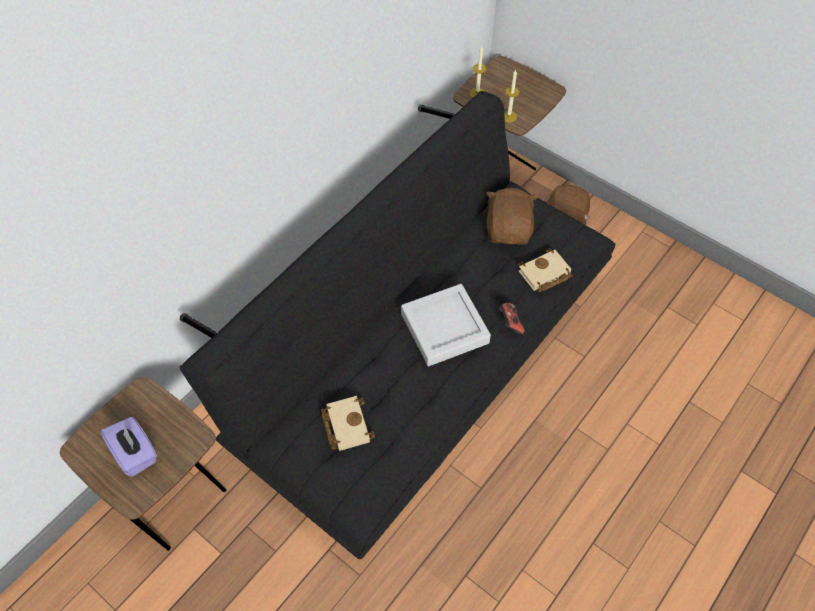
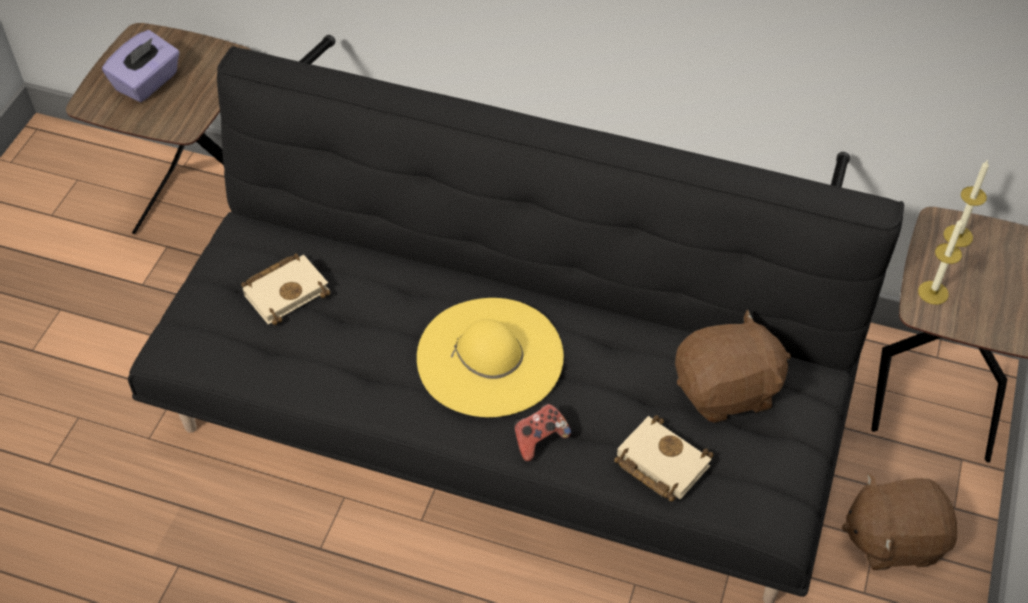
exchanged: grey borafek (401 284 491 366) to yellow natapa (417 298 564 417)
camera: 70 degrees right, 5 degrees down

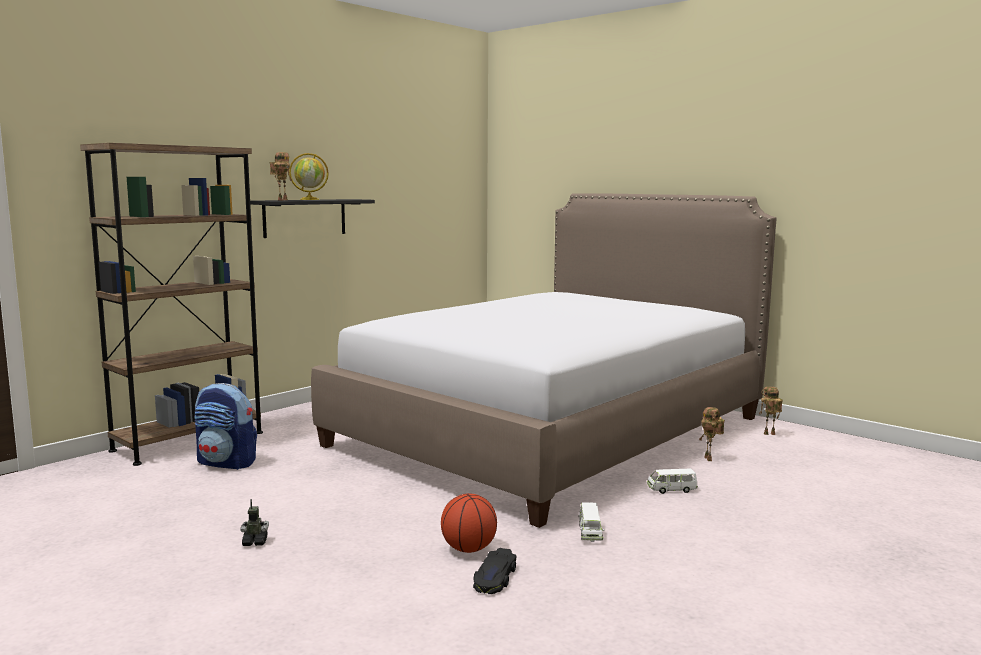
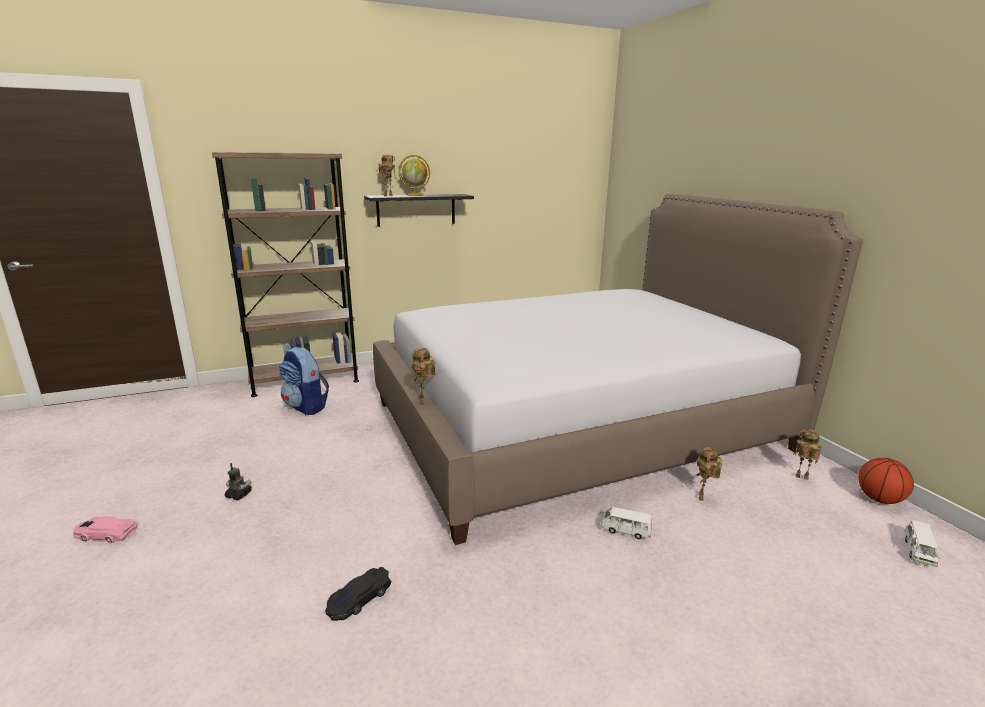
appeared: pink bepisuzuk (73 516 137 544); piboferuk (411 348 436 404)
relocated: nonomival (441 493 497 553) to (858 458 914 504); white bepisuzuk (579 502 604 542) to (905 520 941 567)
camera: 25 degrees right, 10 degrees up

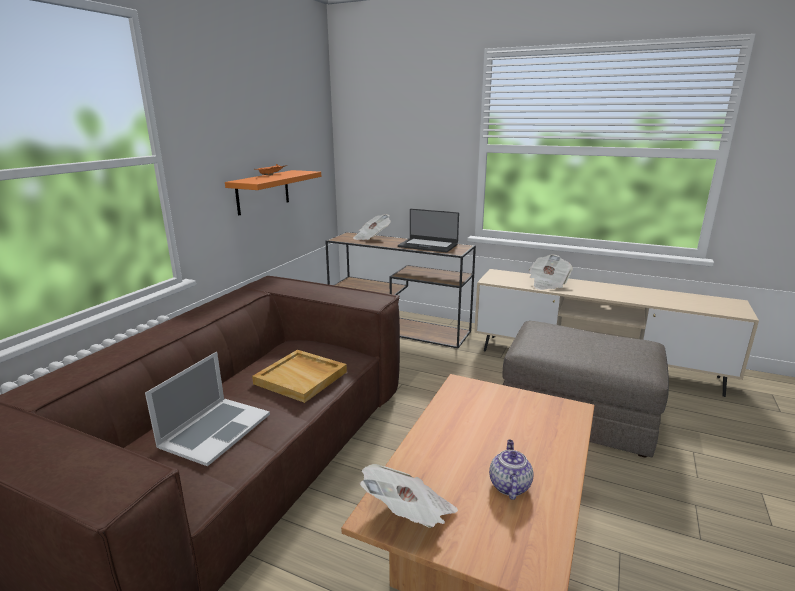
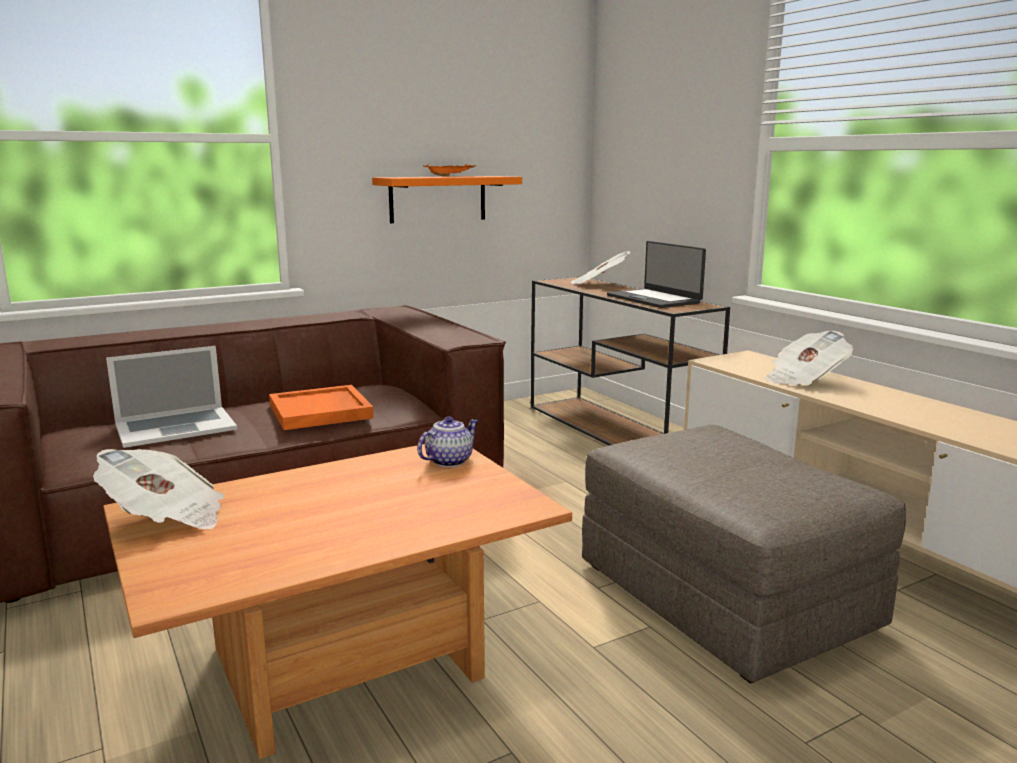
relocated: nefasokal (489 440 534 500) to (417 416 478 467)
colour: beige borafek (252 350 347 403) to orange borafek (269 385 374 430)
camera: 35 degrees right, 5 degrees down

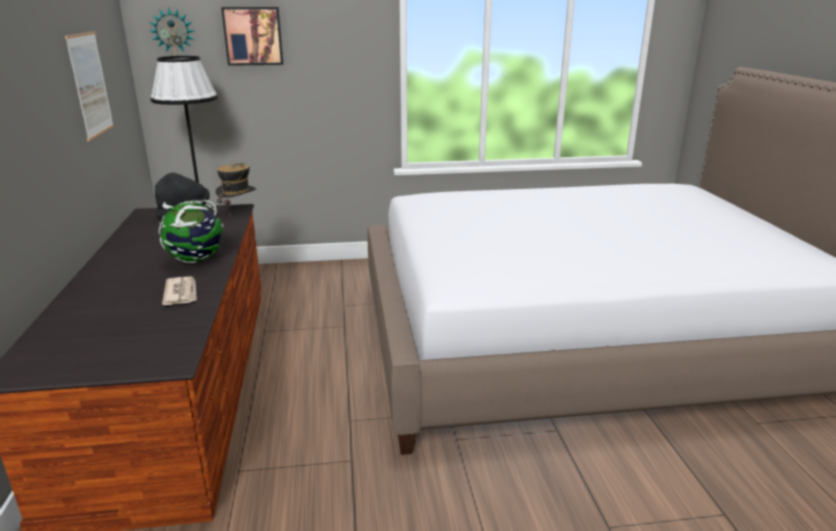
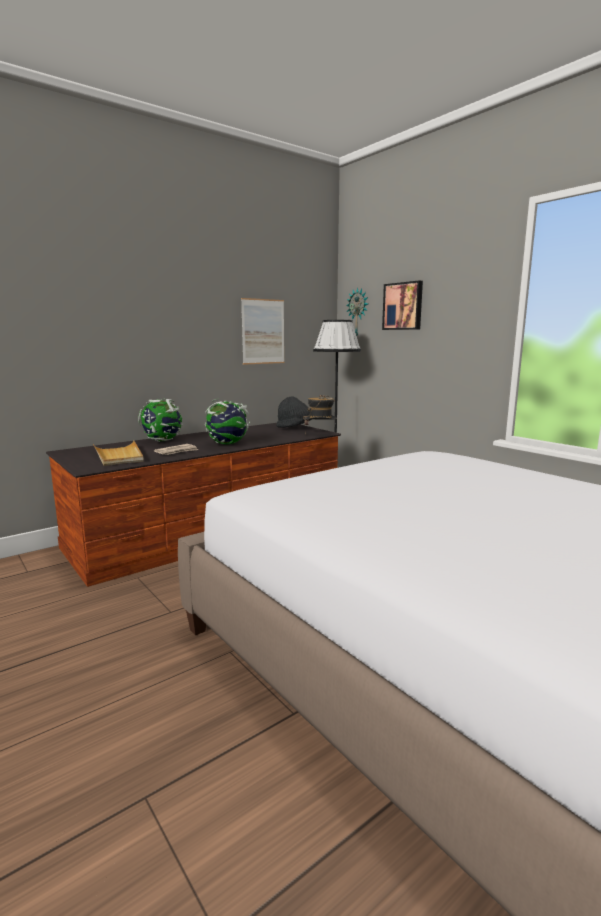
appeared: beige borafek (93 441 144 466); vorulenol (138 398 183 442)
camera: 60 degrees right, 10 degrees down

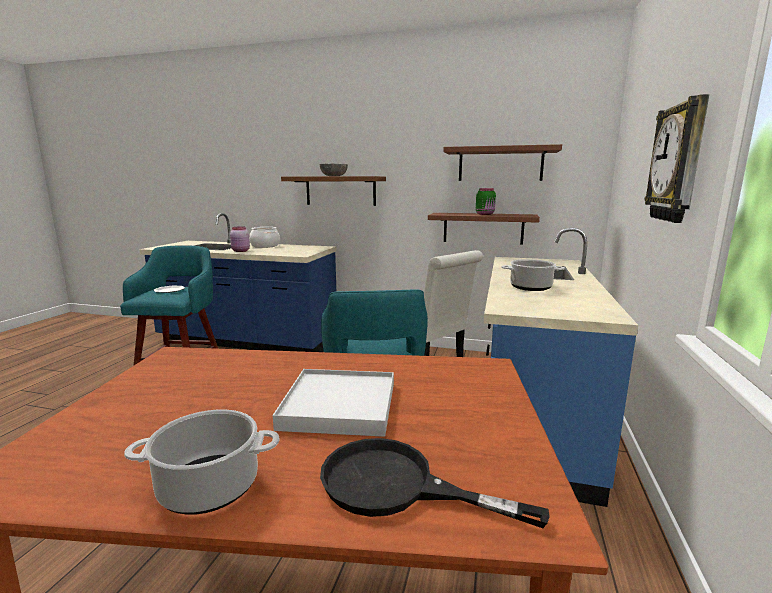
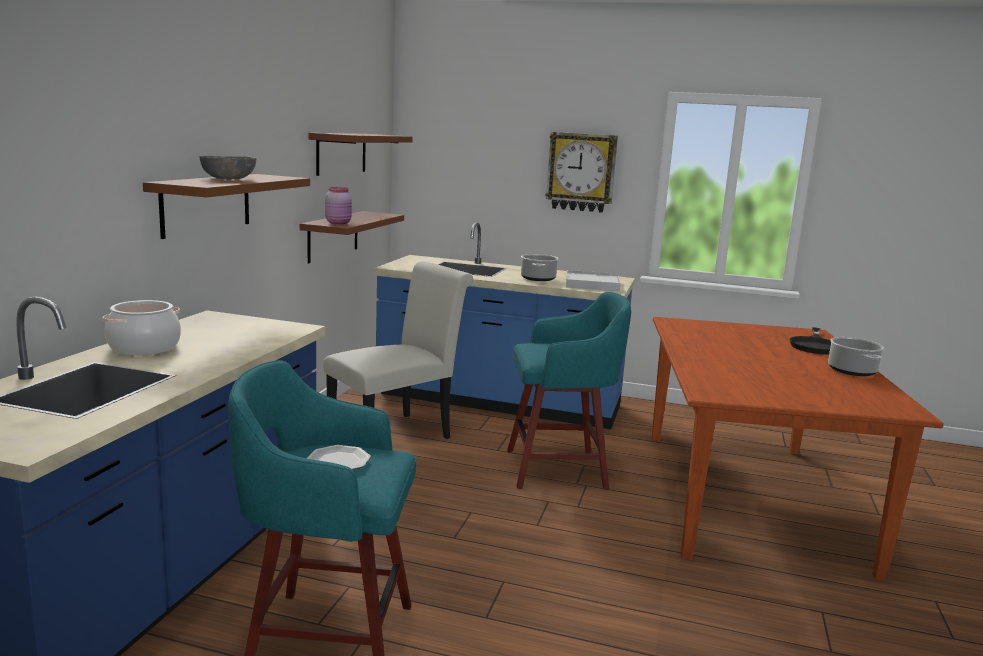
missing: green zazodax (476 188 496 215)
relocated: pink zazodax (230 226 250 252) to (325 187 352 224); white borafek (273 369 394 437) to (566 270 621 291)
camera: 90 degrees left, 0 degrees up

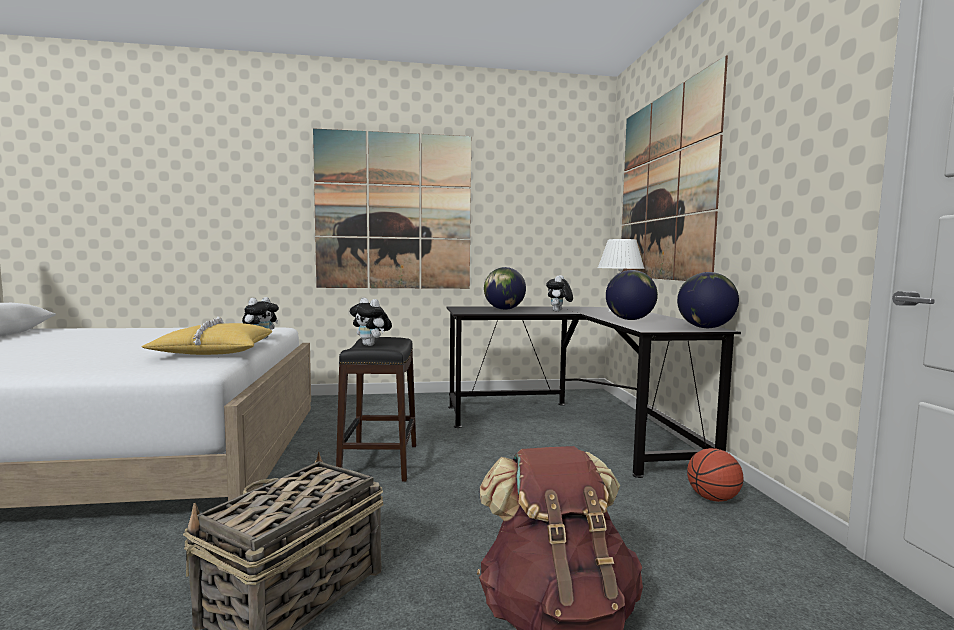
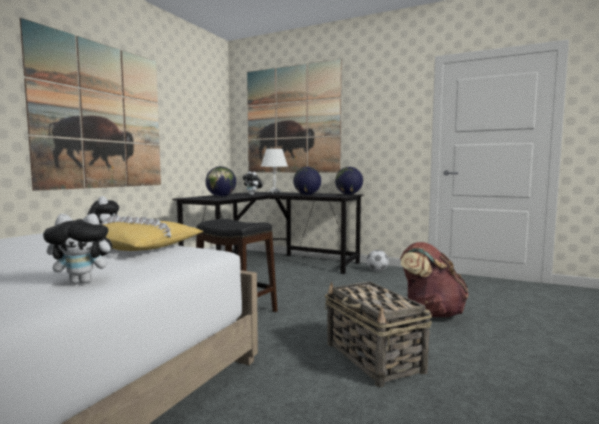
relocated: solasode (350 298 392 346) to (43 214 118 284)
exchanged: nonomival (687 448 743 502) to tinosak (367 250 389 272)
camera: 55 degrees left, 0 degrees up

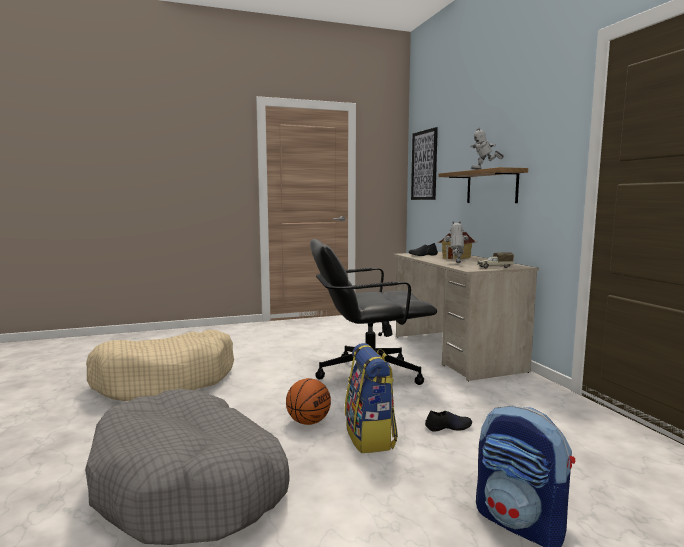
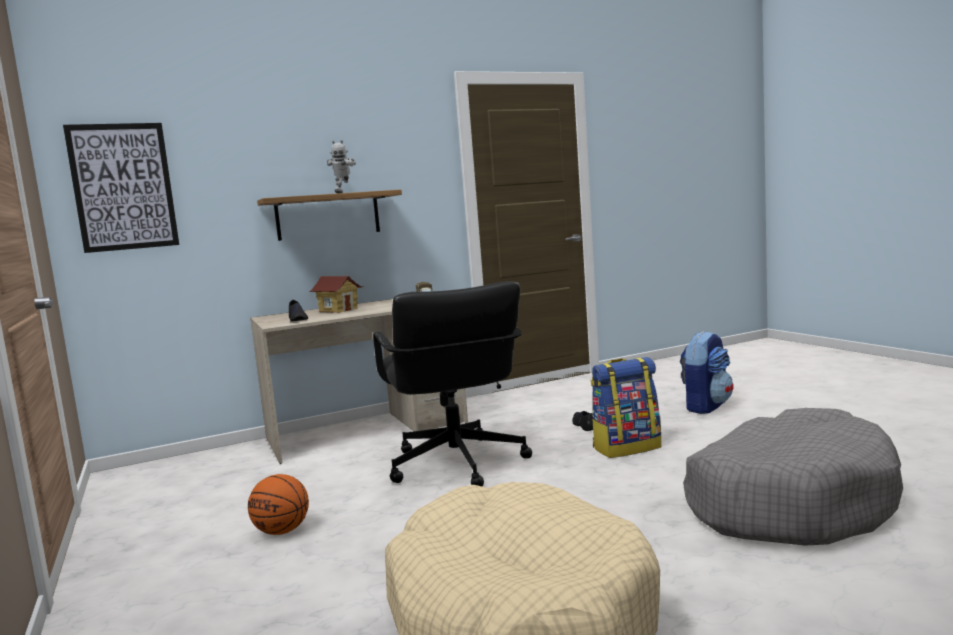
missing: piboferuk (444 221 469 263)
relocated: nonomival (286 378 331 425) to (248 474 309 535)
camera: 95 degrees left, 0 degrees up

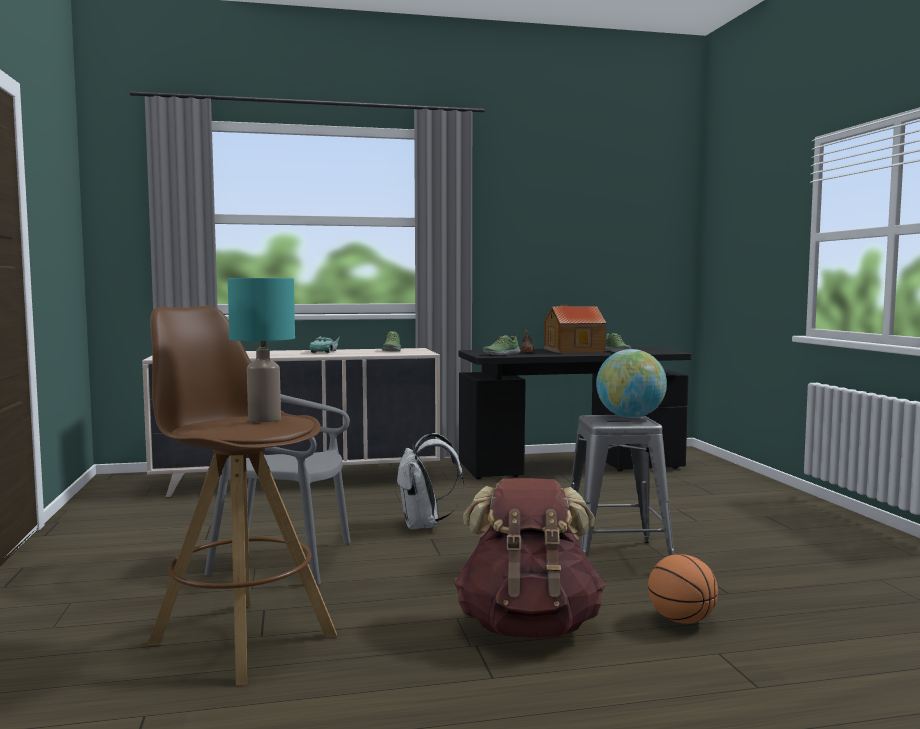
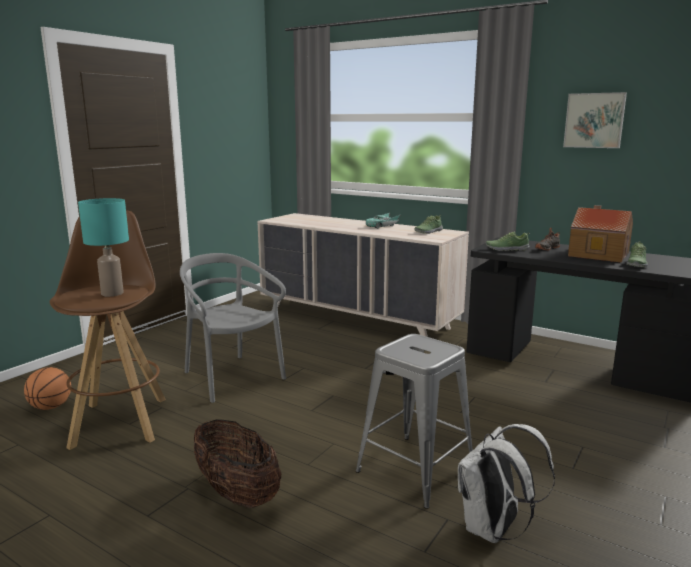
missing: vorulenol (596 349 667 418)
appeared: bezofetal (563 92 627 148)
relocated: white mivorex (396 433 464 530) to (458 424 555 543); nonomival (648 554 718 624) to (24 367 71 410)
exchanged: brown mivorex (454 478 605 639) to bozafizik (194 419 282 508)
camera: 45 degrees right, 10 degrees up

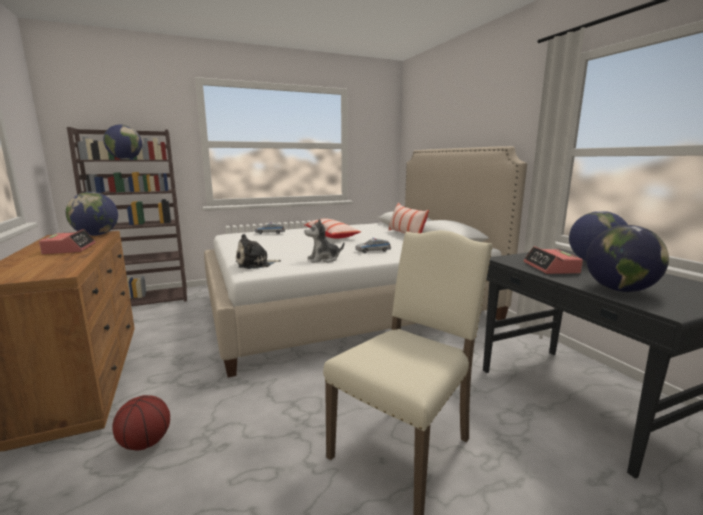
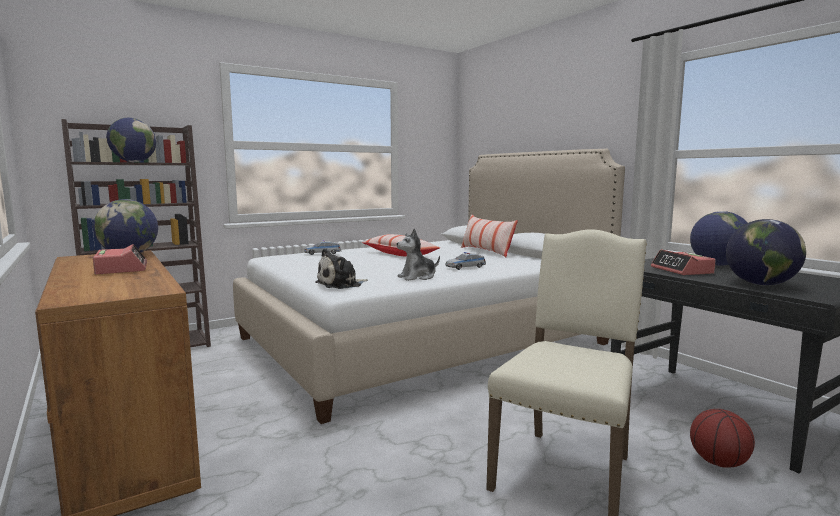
relocated: nonomival (112 395 170 450) to (690 409 755 467)
camera: 10 degrees left, 5 degrees down

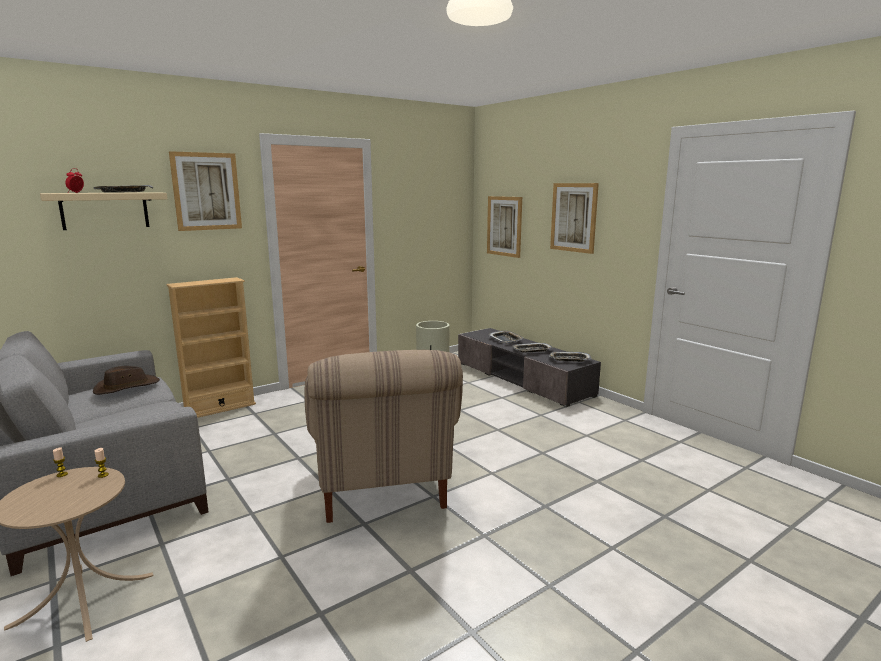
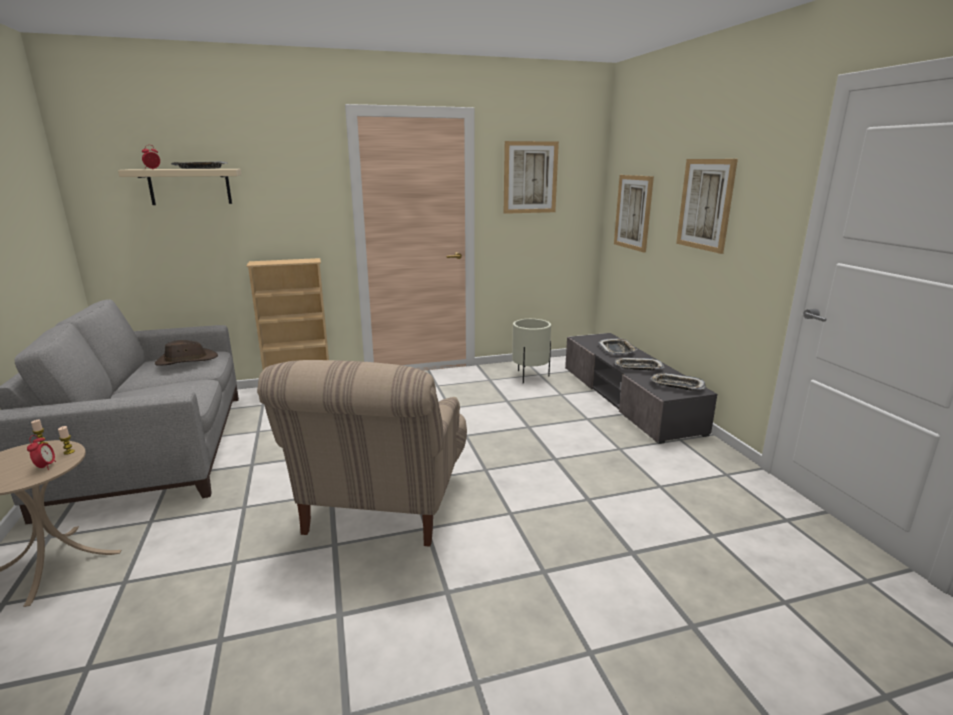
appeared: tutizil (27 435 56 470)
relocated: bezofetal (169 151 242 231) to (504 141 559 214)
camera: 20 degrees right, 5 degrees up

